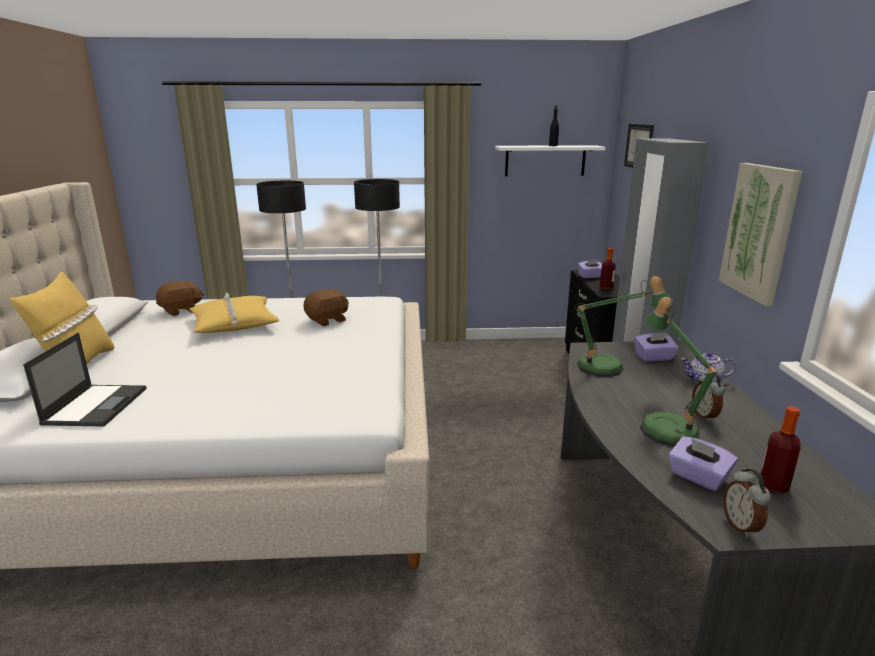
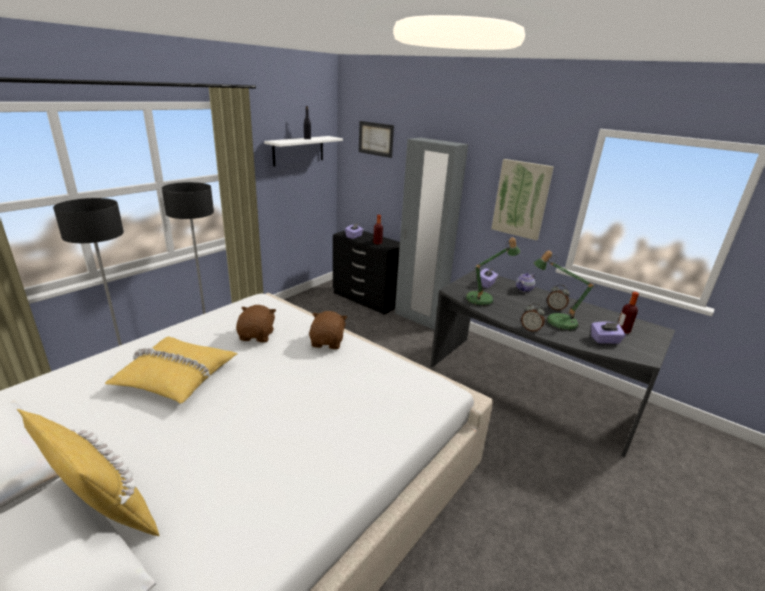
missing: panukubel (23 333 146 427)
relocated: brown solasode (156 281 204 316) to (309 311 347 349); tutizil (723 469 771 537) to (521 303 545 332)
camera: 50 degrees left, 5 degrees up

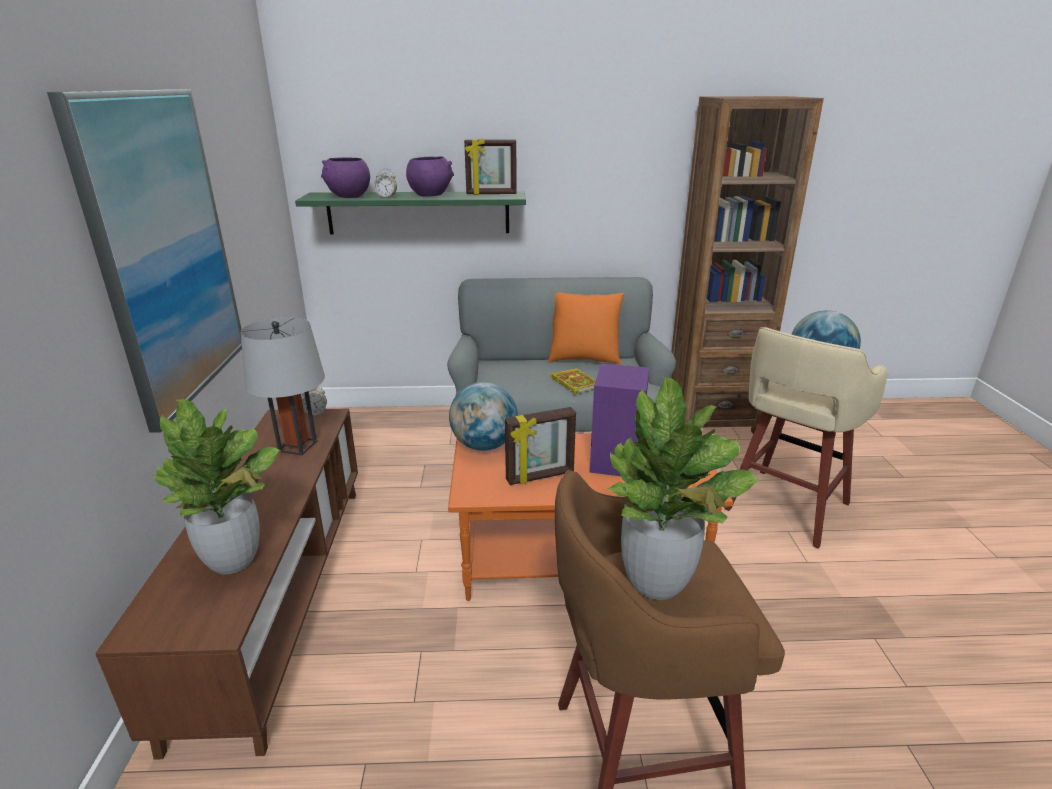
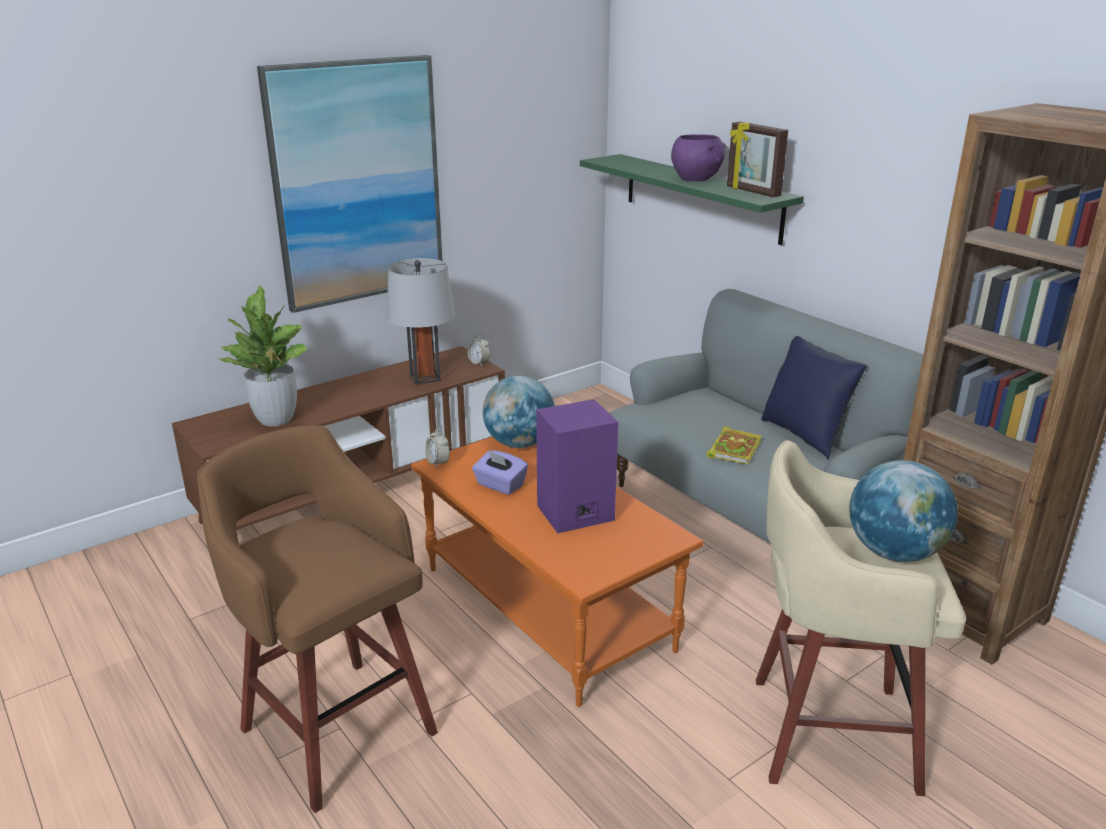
missing: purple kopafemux (321 157 370 198); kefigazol (608 376 760 600)
relocated: tutizil (374 168 397 198) to (425 428 450 468)
exchanged: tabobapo (505 407 576 485) to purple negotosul (472 450 528 495)
colour: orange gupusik (548 292 624 365) to blue gupusik (761 336 867 459)
camera: 55 degrees right, 0 degrees up

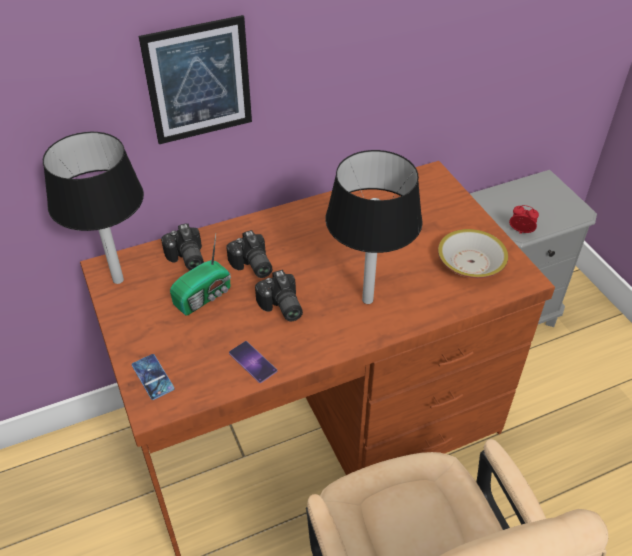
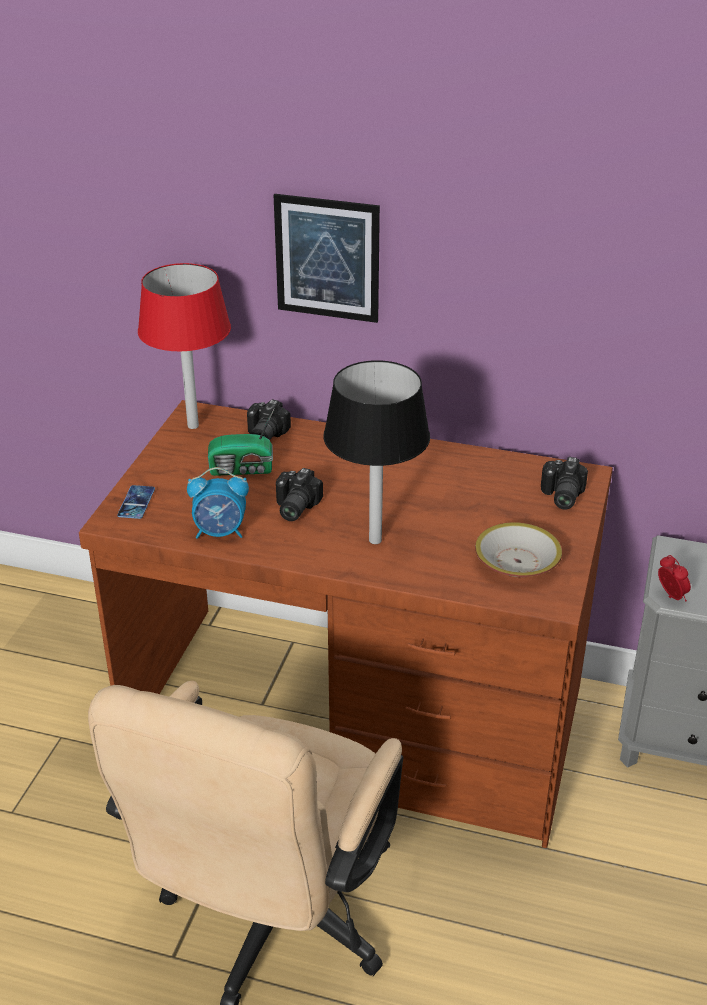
relocated: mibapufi (226 230 272 278) to (541 457 588 510)
exchanged: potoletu (229 341 277 383) to tutizil (187 467 249 539)
colour: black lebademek (43 132 144 284) to red lebademek (138 263 231 429)
camera: 40 degrees right, 10 degrees down

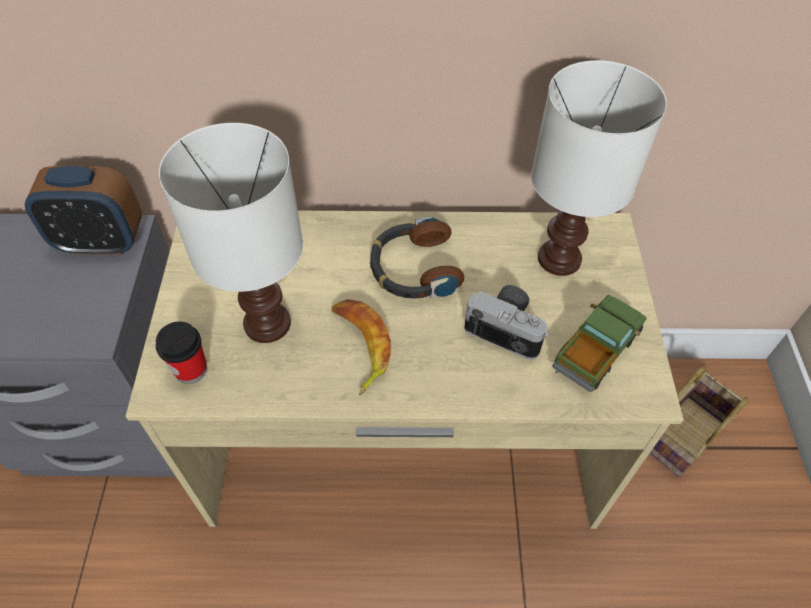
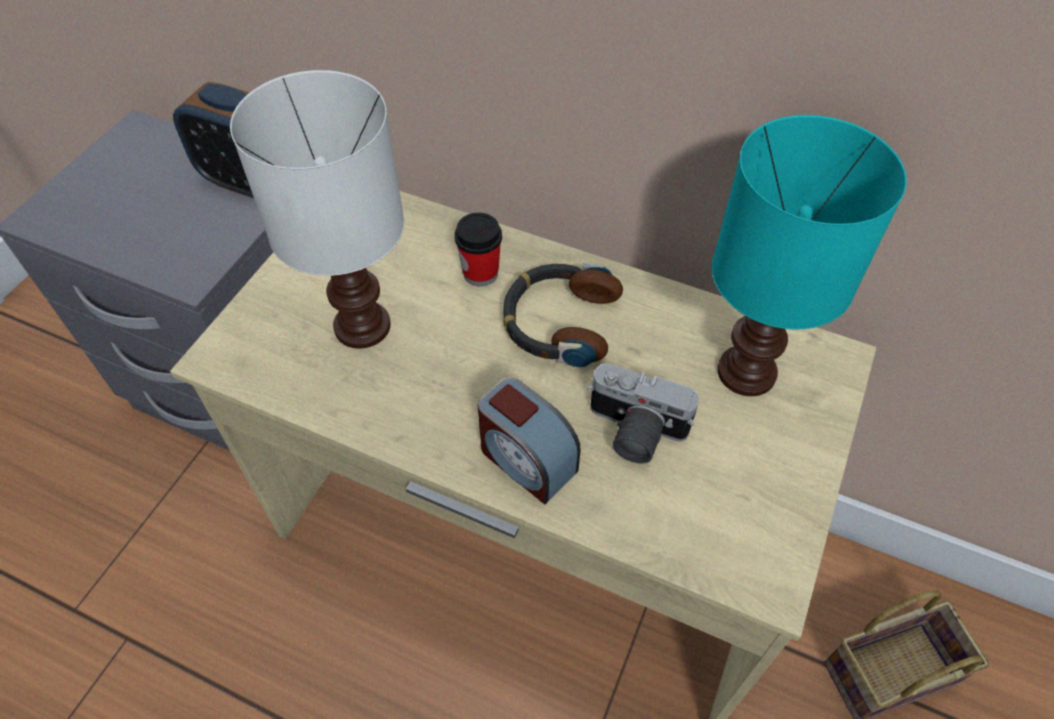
missing: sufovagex (331 299 391 395); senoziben (553 295 647 392)
appeared: tutizil (478 377 581 504)
relocated: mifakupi (156 322 207 384) to (454 213 502 286)
colour: white lebademek (531 60 667 276) to turquoise lebademek (712 115 907 396)
spun: mibapufi (465 285 549 360) = (587 363 699 464) 150 degrees clockwise
camera: 25 degrees right, 0 degrees up

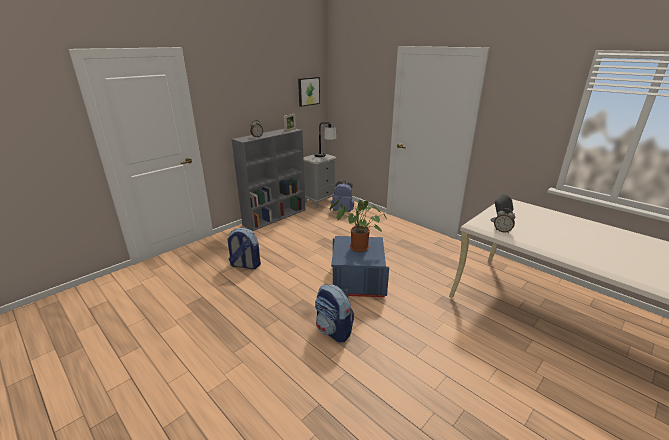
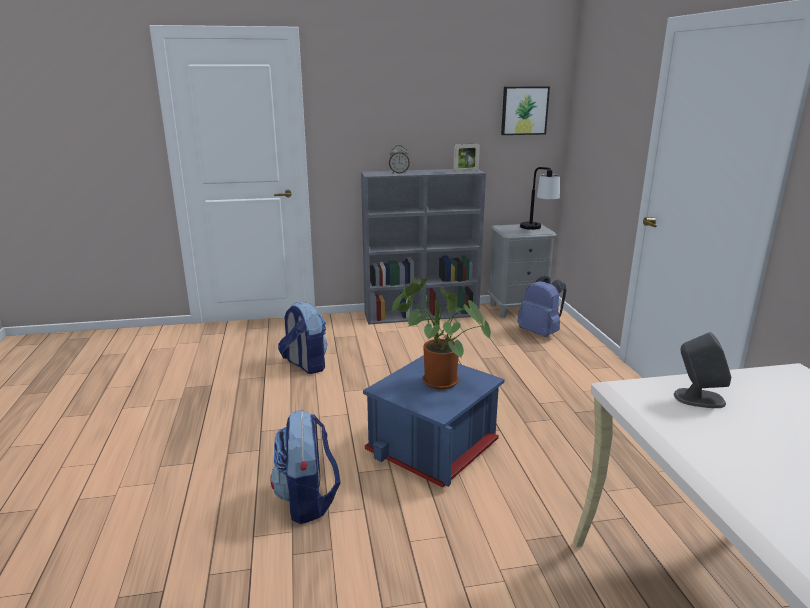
missing: tutizil (494 208 515 233)
camera: 35 degrees right, 5 degrees down

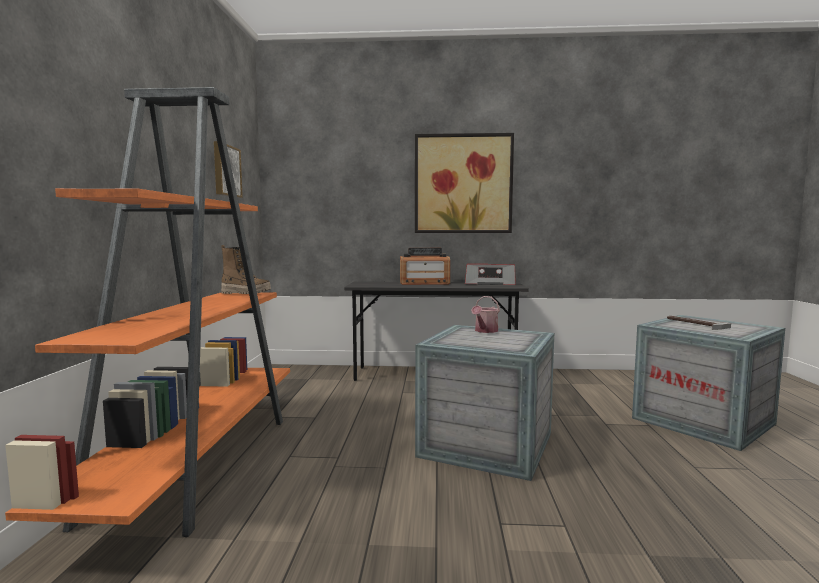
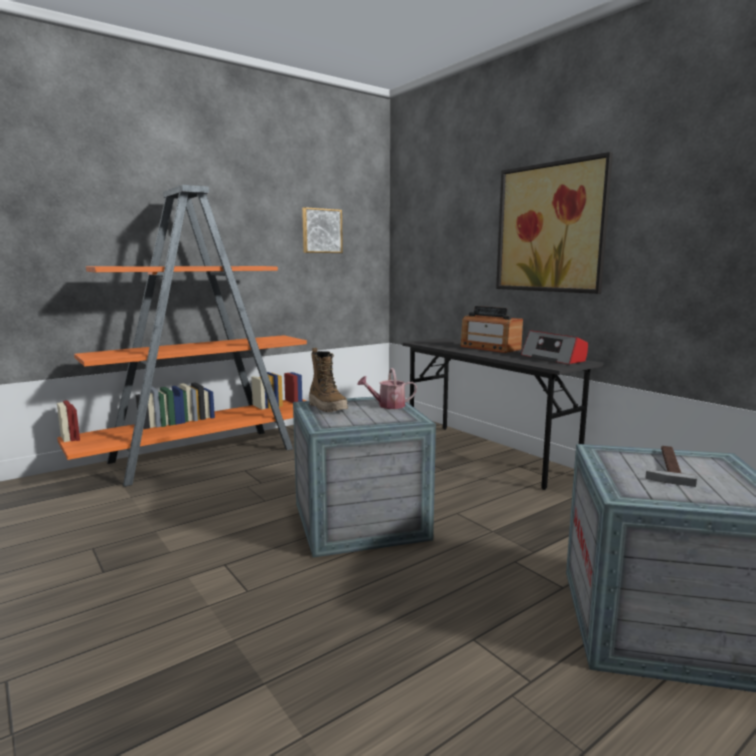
relocated: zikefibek (221 245 271 294) to (309 348 348 412)
camera: 50 degrees right, 5 degrees up

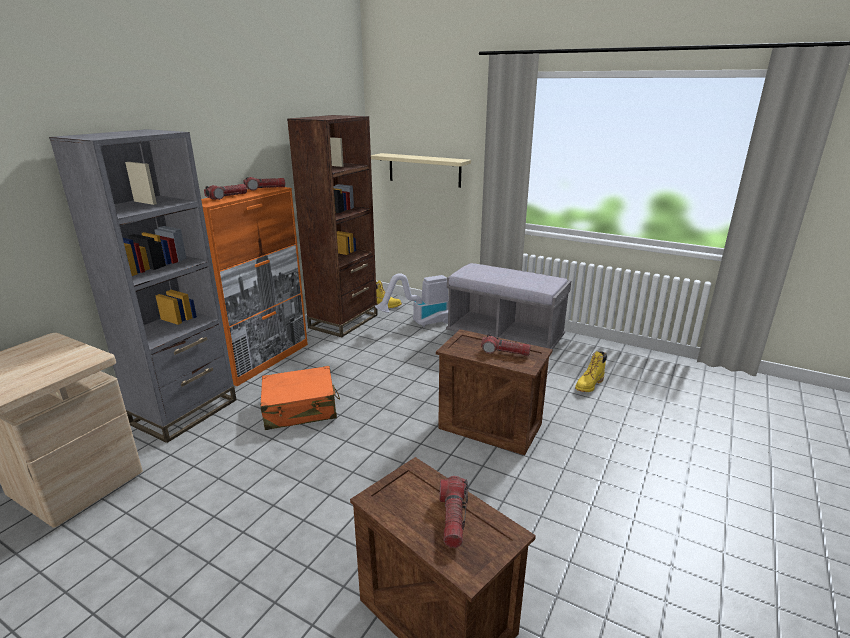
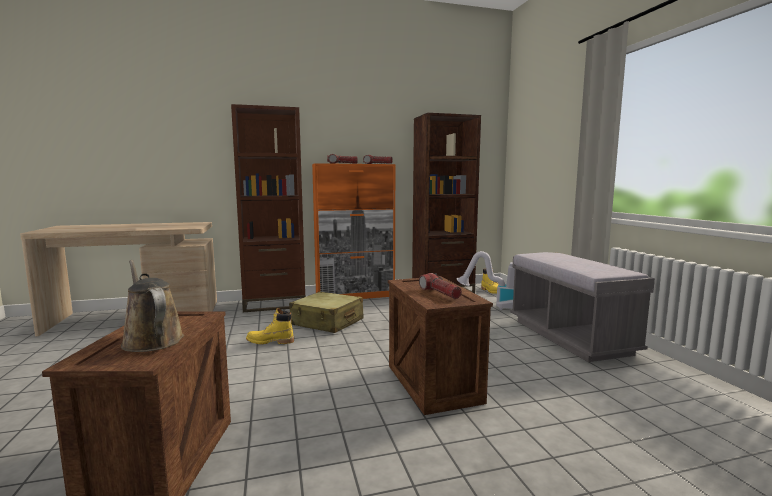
missing: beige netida (371 153 471 188)
relocated: yellow zikefibek (575 351 607 392) to (246 308 294 344)
exchanged: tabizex (440 476 468 548) to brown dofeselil (121 260 184 352)
colour: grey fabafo (49 129 236 443) to brown fabafo (231 104 306 312); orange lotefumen (260 366 340 430) to beige lotefumen (289 292 364 333)
camera: 45 degrees right, 15 degrees down

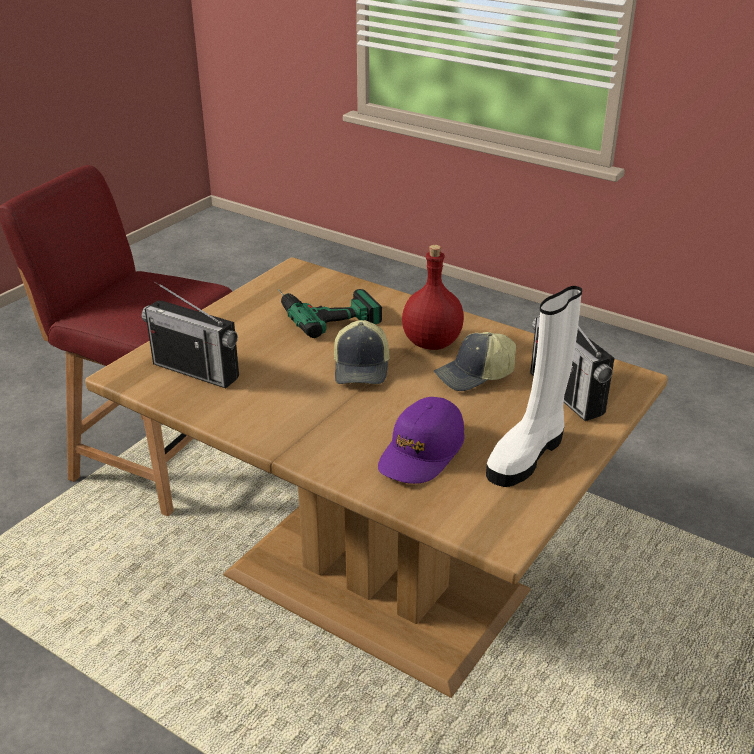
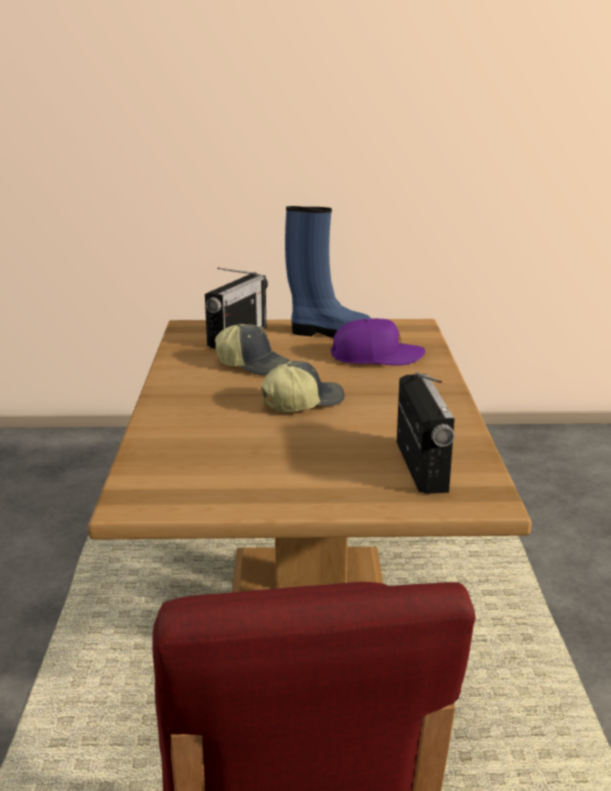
missing: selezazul (278 289 382 338); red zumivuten (402 245 464 350)
colour: white zikefibek (486 286 582 487) to blue zikefibek (285 206 371 338)
camera: 125 degrees left, 10 degrees down

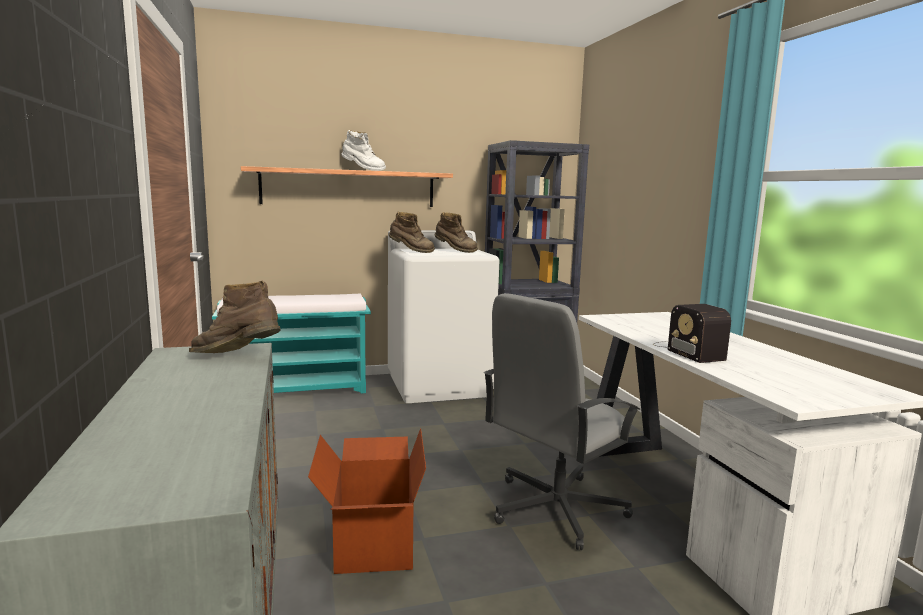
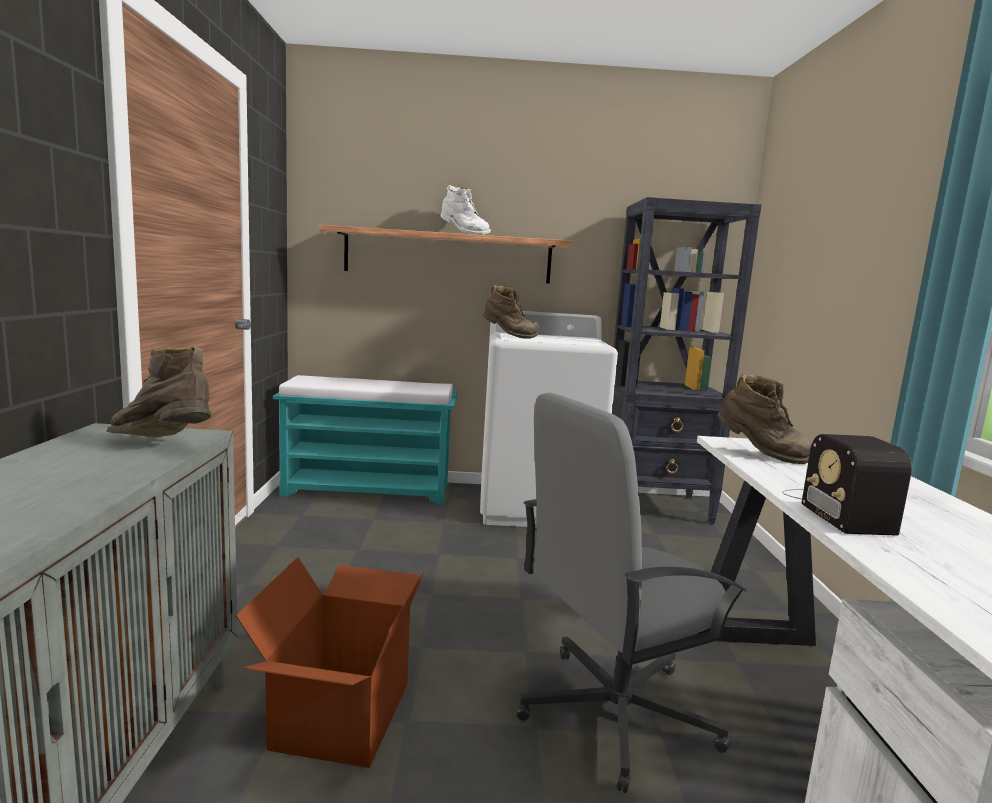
relocated: brown zikefibek (435 212 478 253) to (718 374 812 464)
camera: 15 degrees right, 0 degrees up

